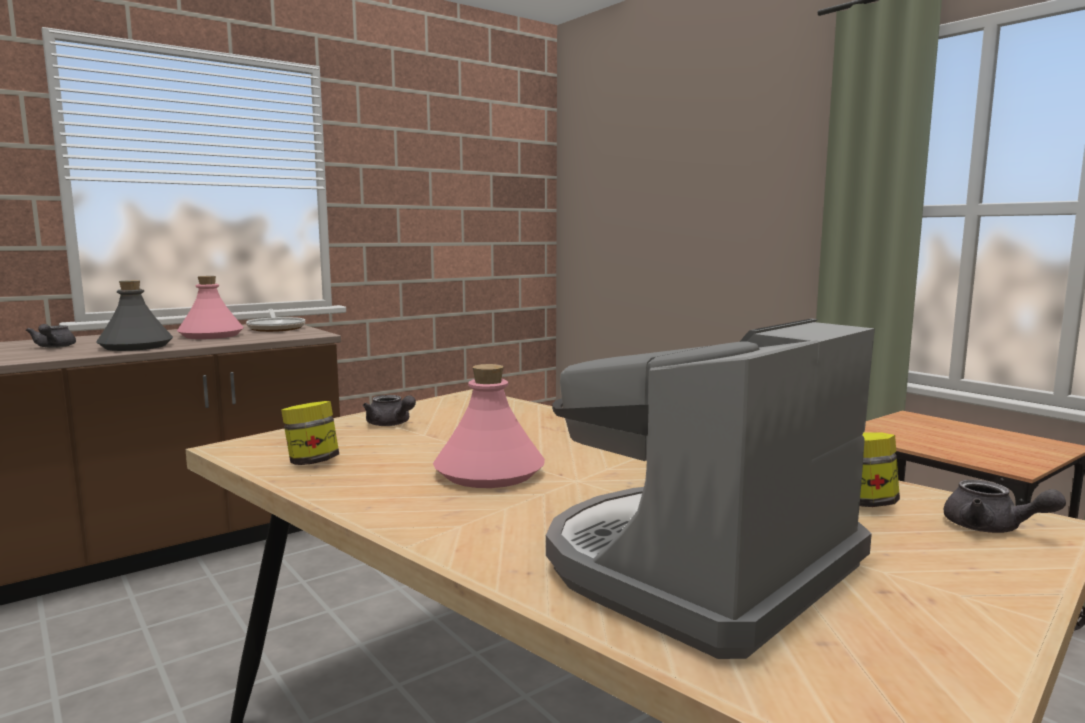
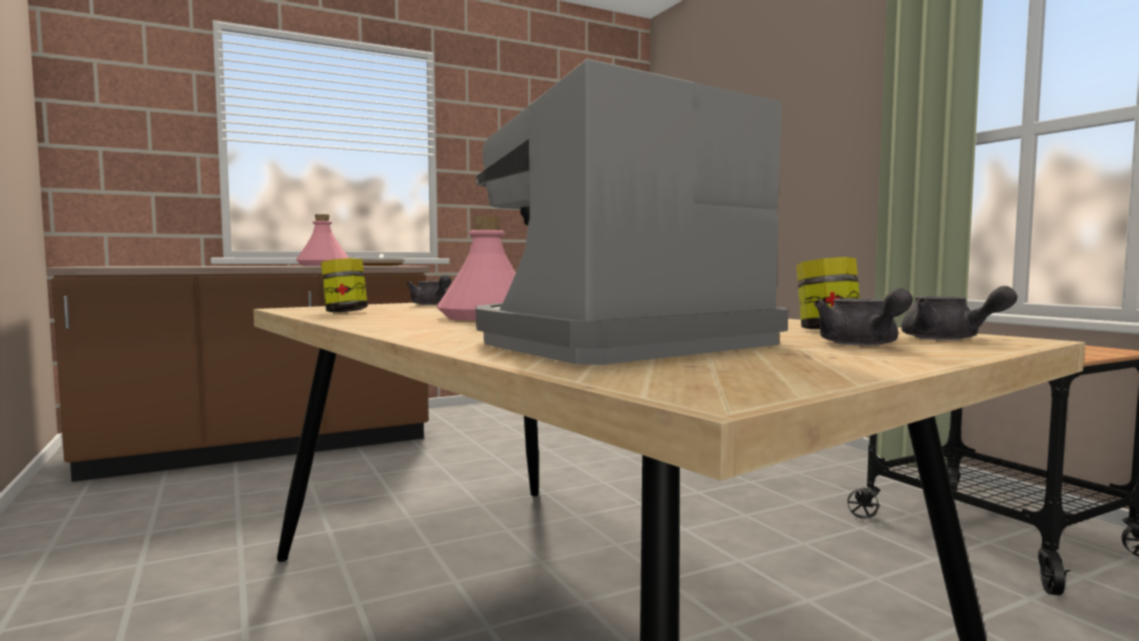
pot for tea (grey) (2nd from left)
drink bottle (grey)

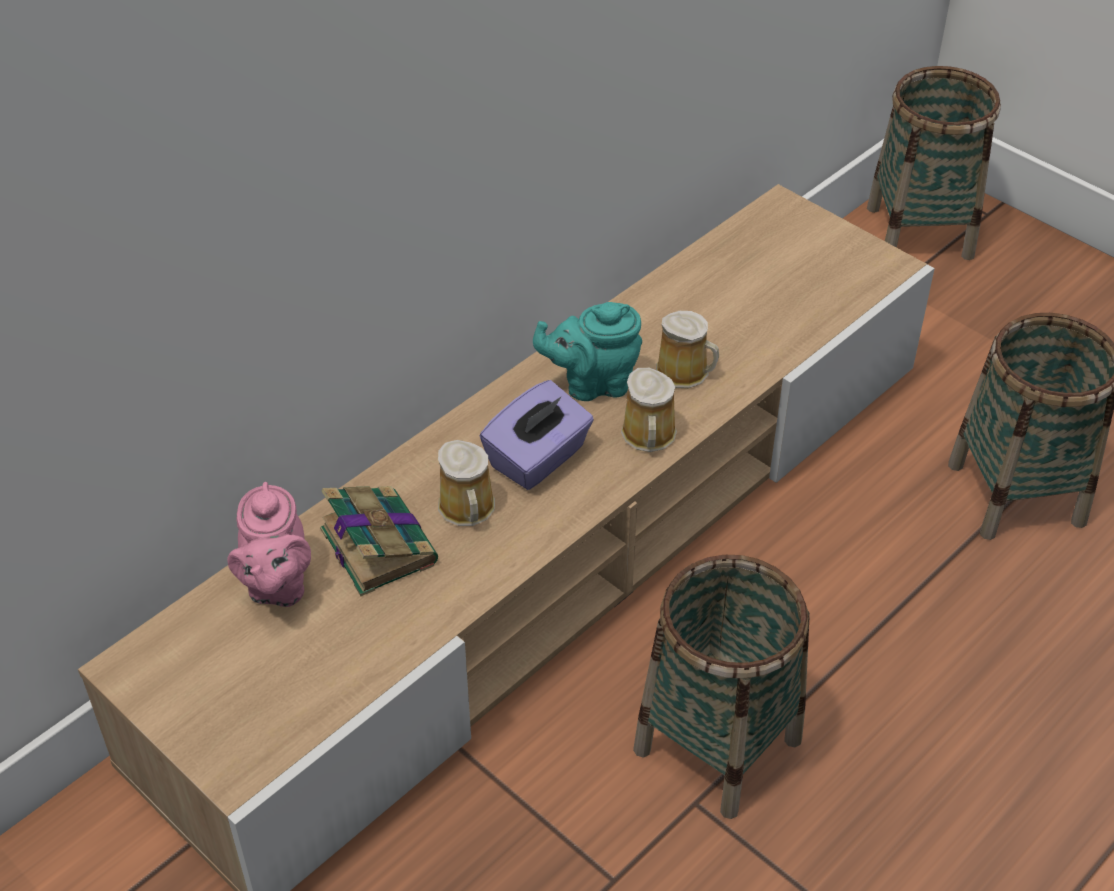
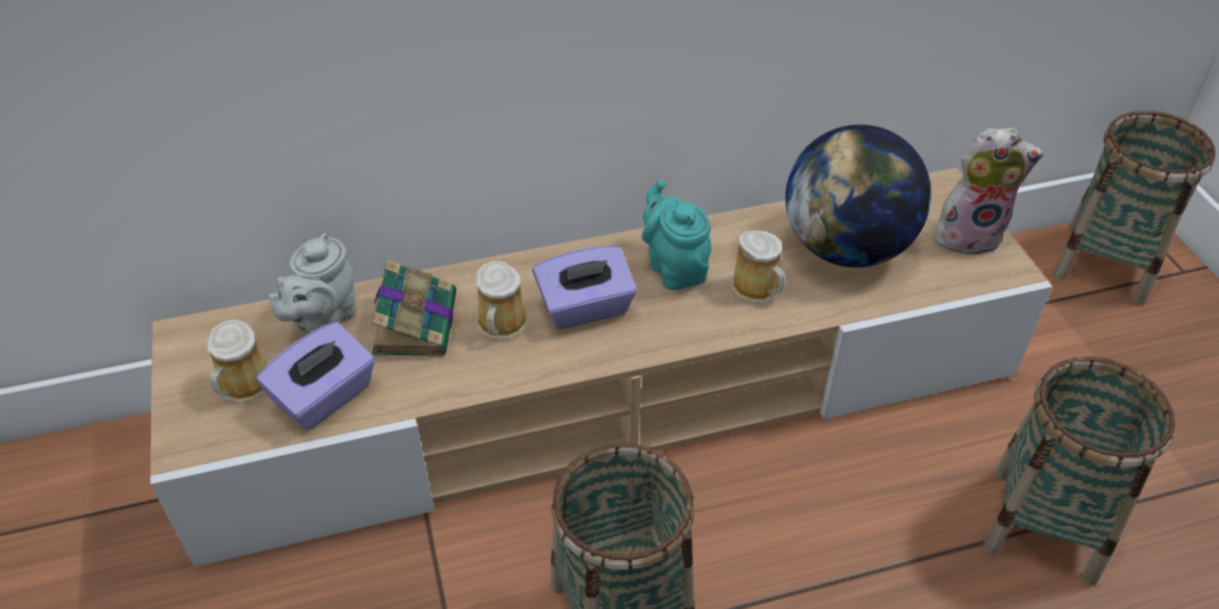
pot for tea (grey)
pot for tea (blue-green)
tea mug (1st from left)
tissue box (purple) (1st from left)
desk globe
cuddly toy

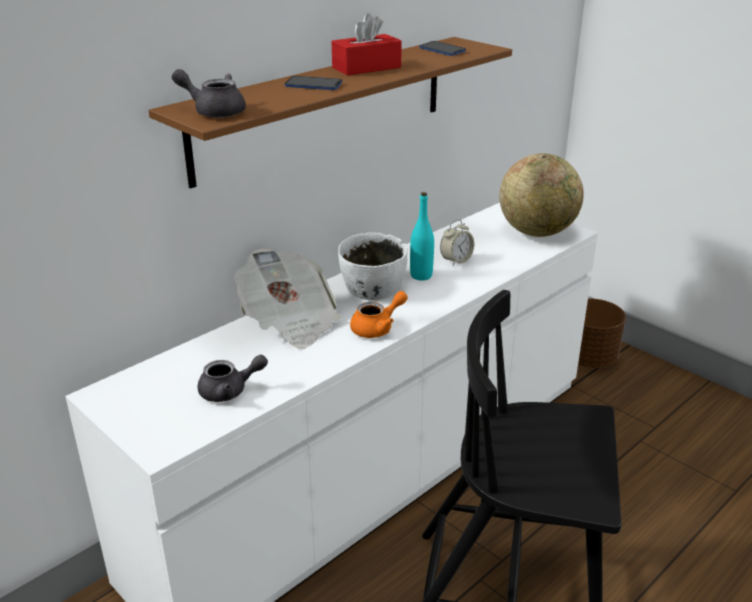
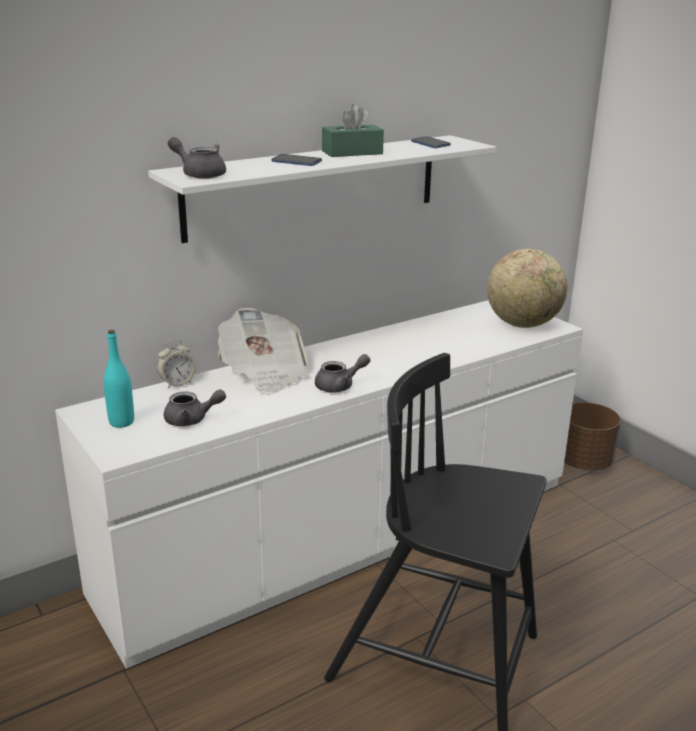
wall shelf (white)
tissue box (green-coloured)
serving bowl (white)
pot for tea (grey) (3rd from left)
drink bottle (blue-green)
table clock

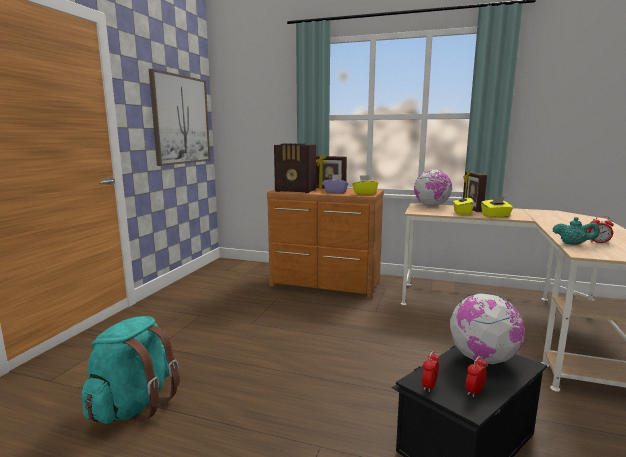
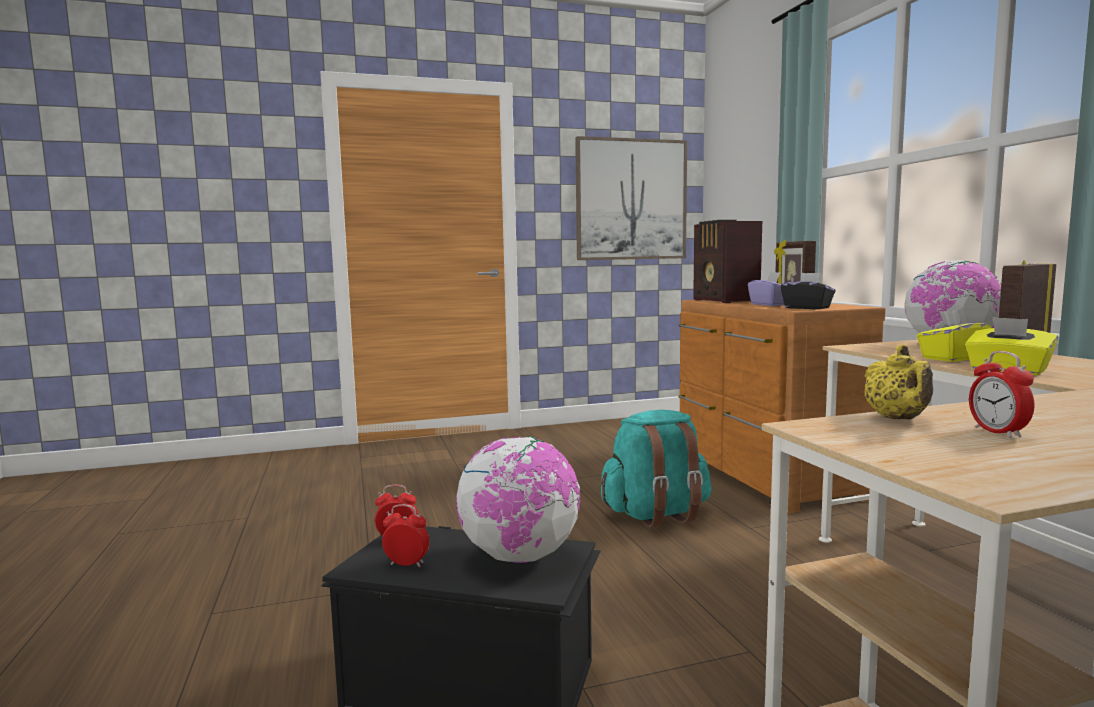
knapsack (blue-green)
tissue box (blackish)
pot for tea (yellow)

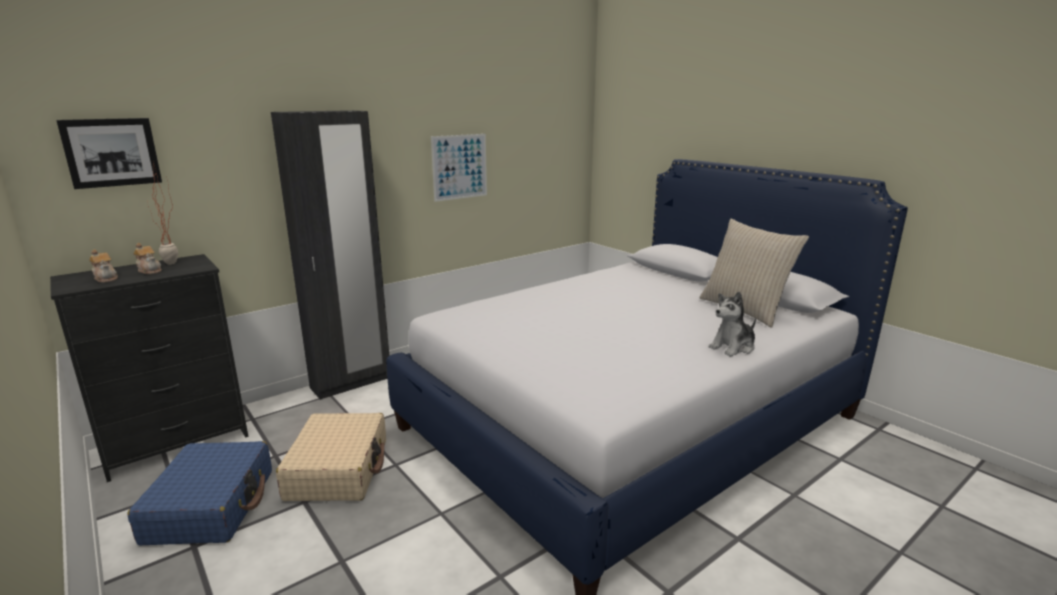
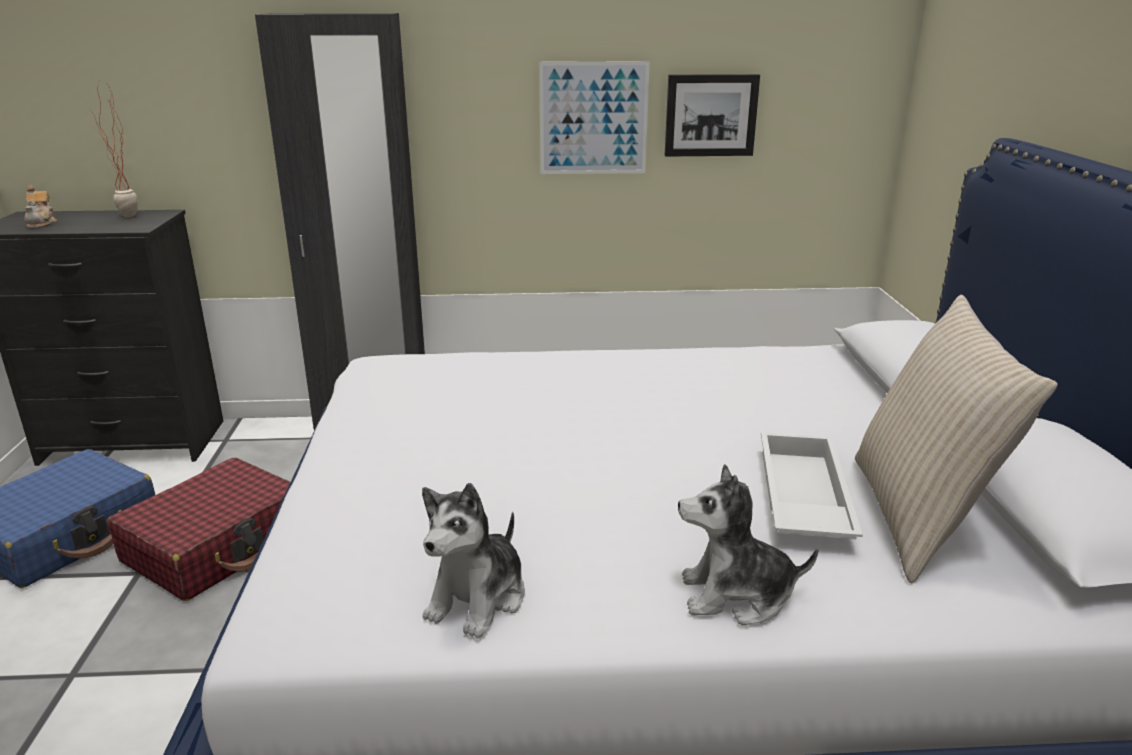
wall art (2nd from left)
pot for tea (2nd from left in the first image)
suitcase (red)
cuddly toy (1st from left)
tray (white)

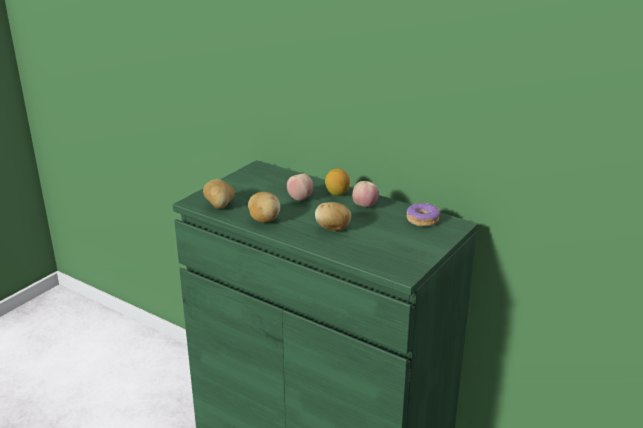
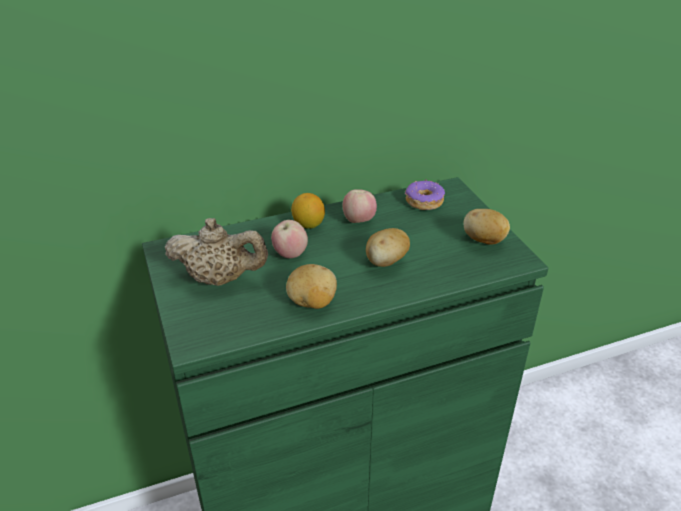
spud (3rd from left)
pot for tea (beige)

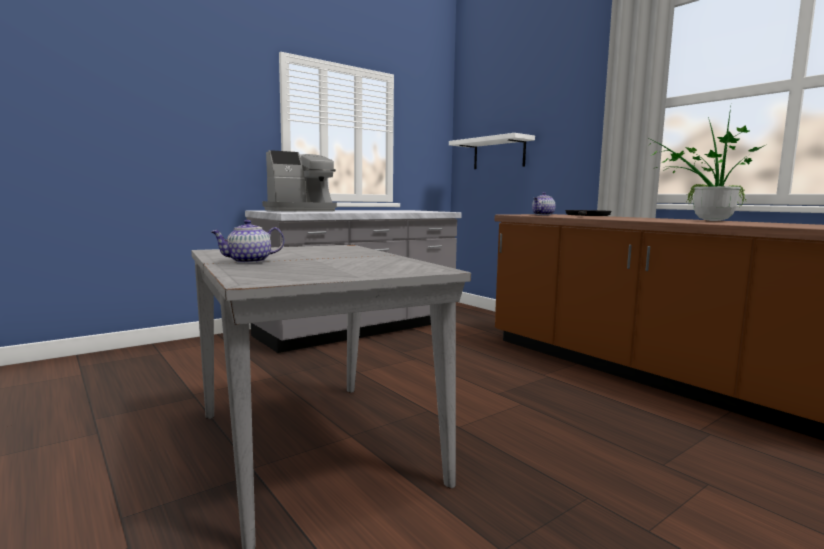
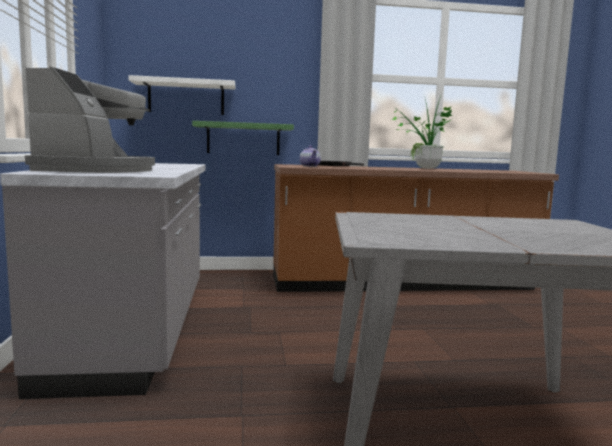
pot for tea (1st from left in the first image)
wall shelf (green-coloured)

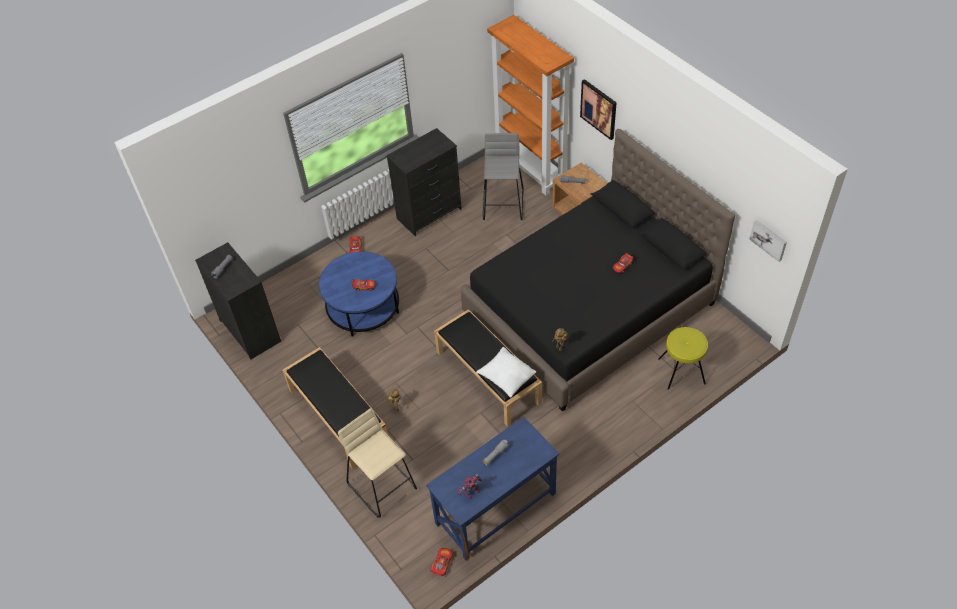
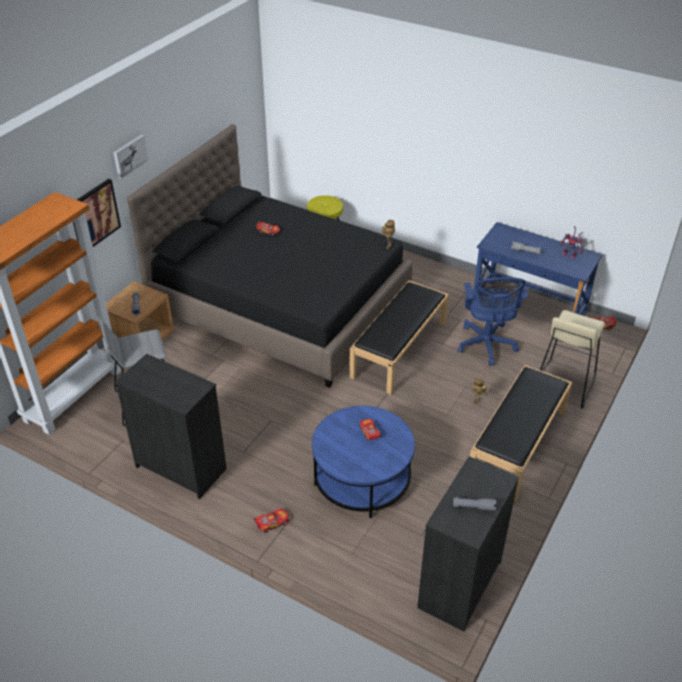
throw pillow (white)
wall art (2nd from left)
office chair (blue-coloured)

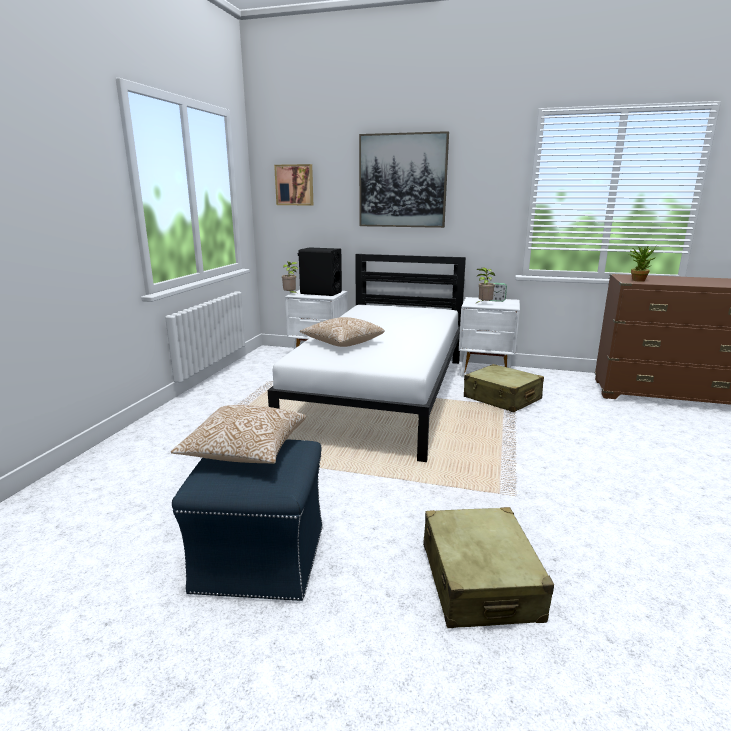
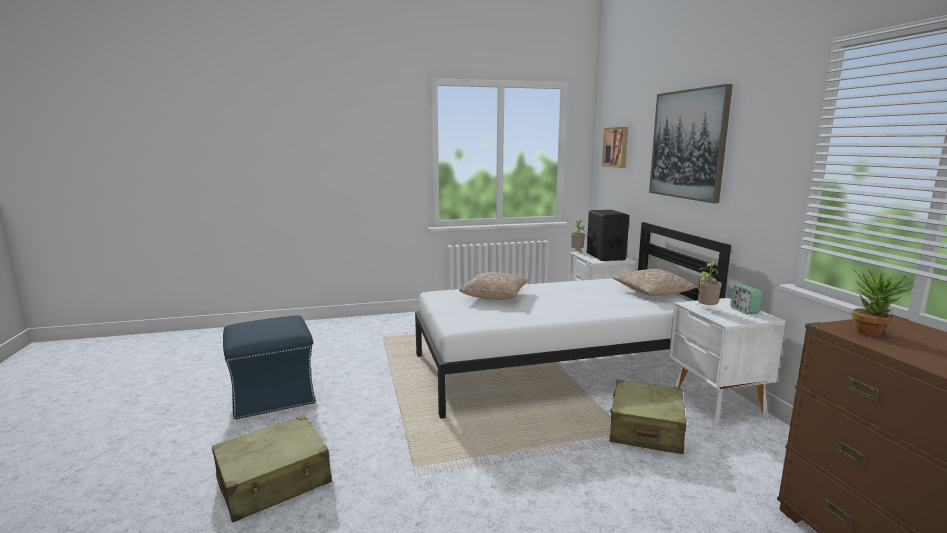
throw pillow (2nd from left)

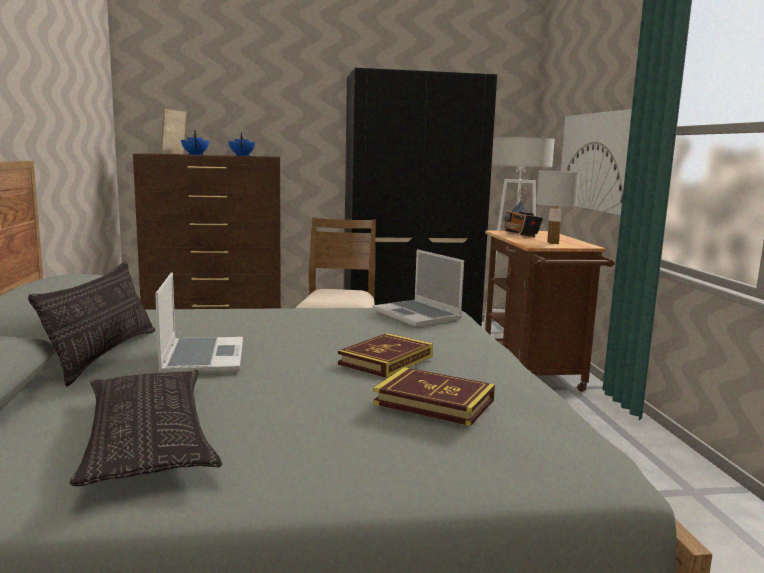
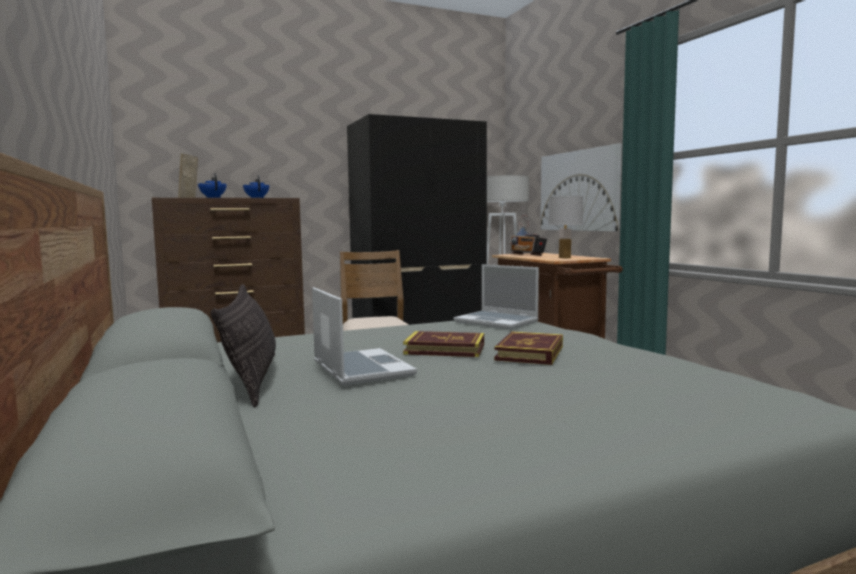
throw pillow (2nd from left in the first image)
book (1st from left)

